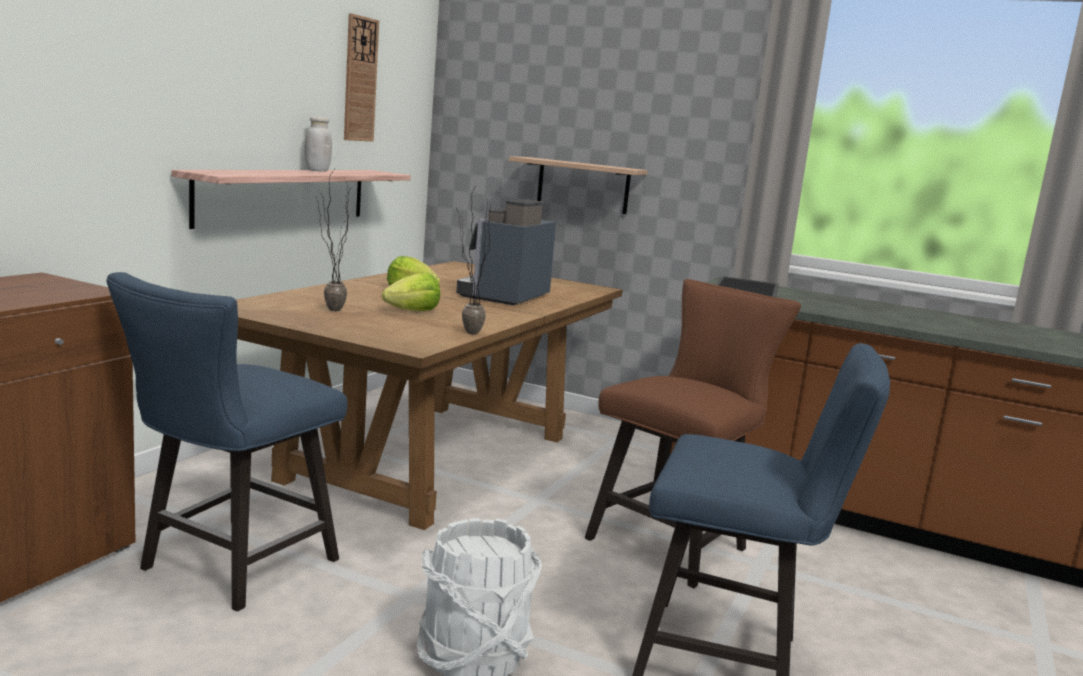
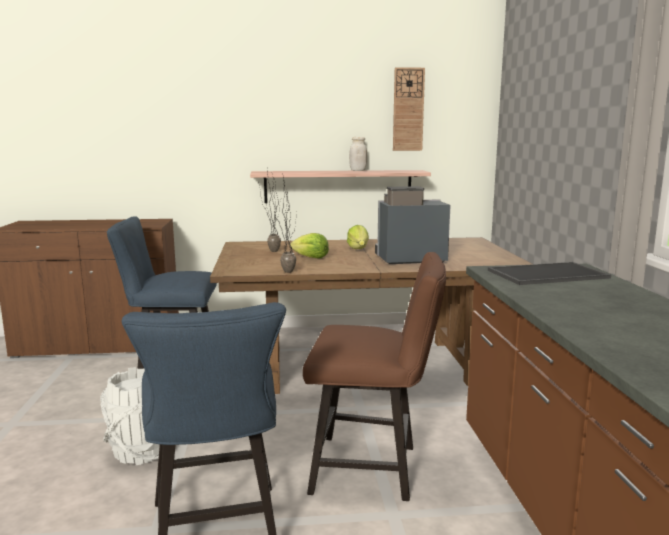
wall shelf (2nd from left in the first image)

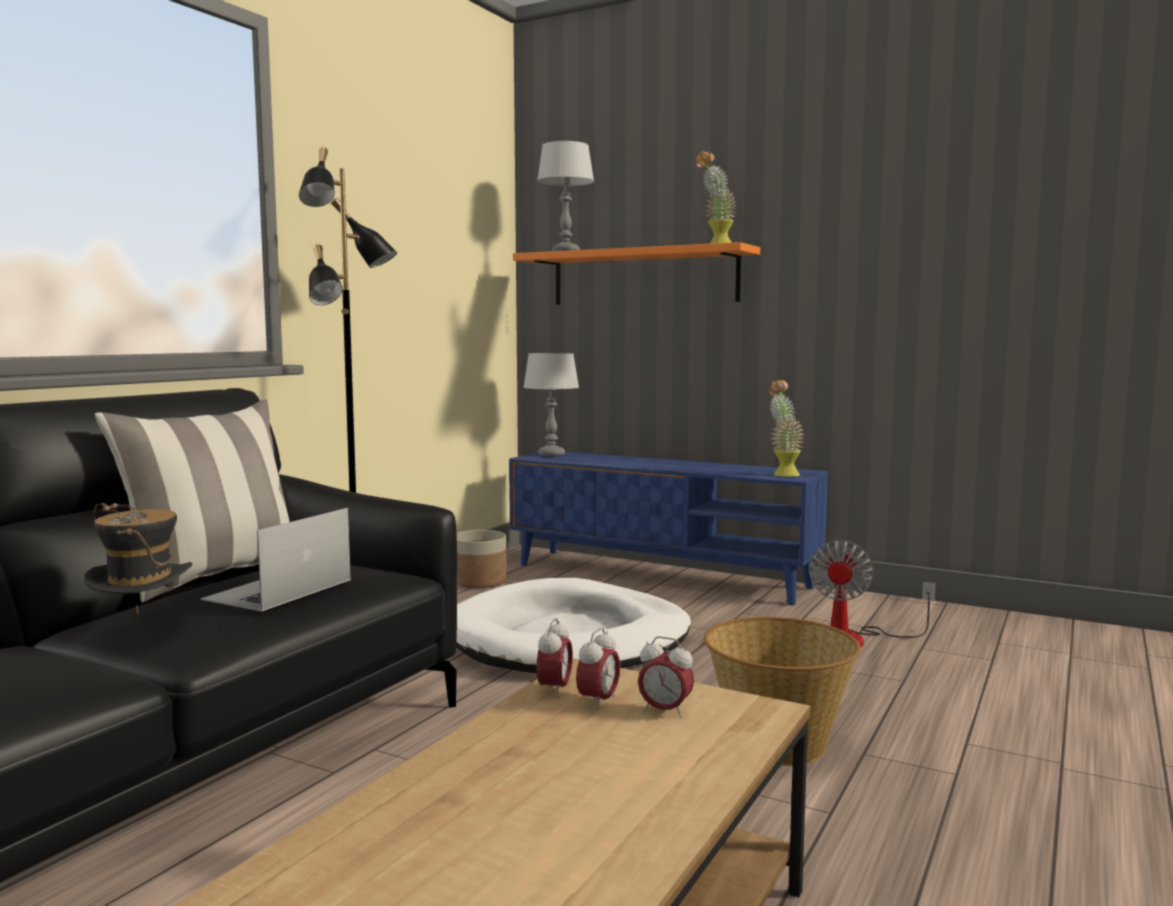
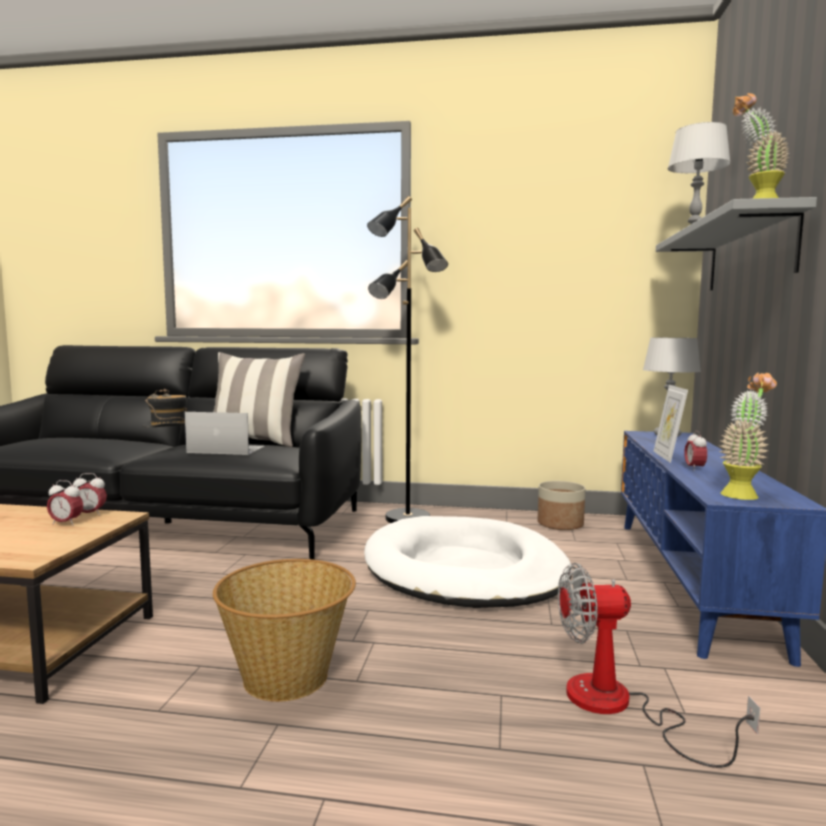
wall shelf (grey)
table clock (3rd from left)
standing frame

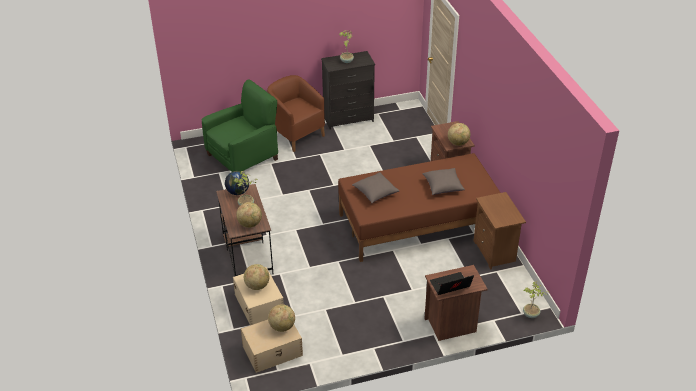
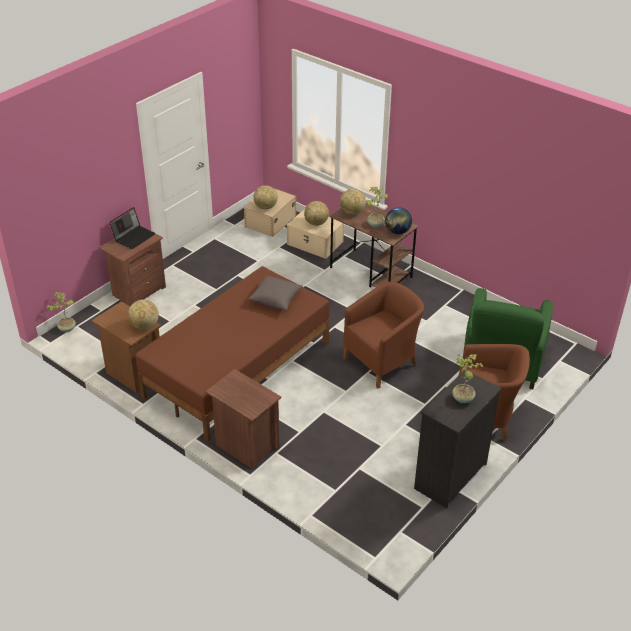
throw pillow (grey) (2nd from left in the first image)
desk globe (1st from left)
lounge chair (brownish) (1st from left)

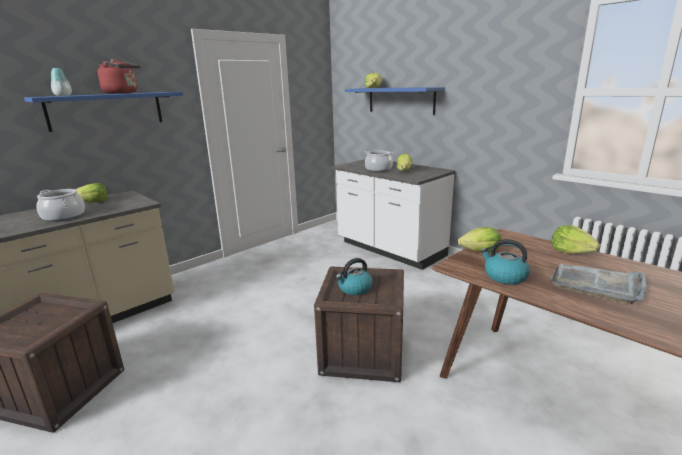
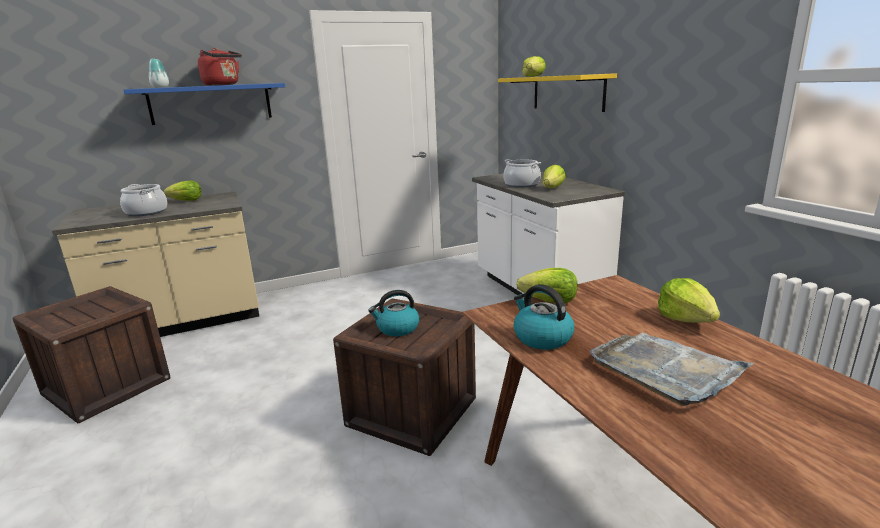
wall shelf (yellow)

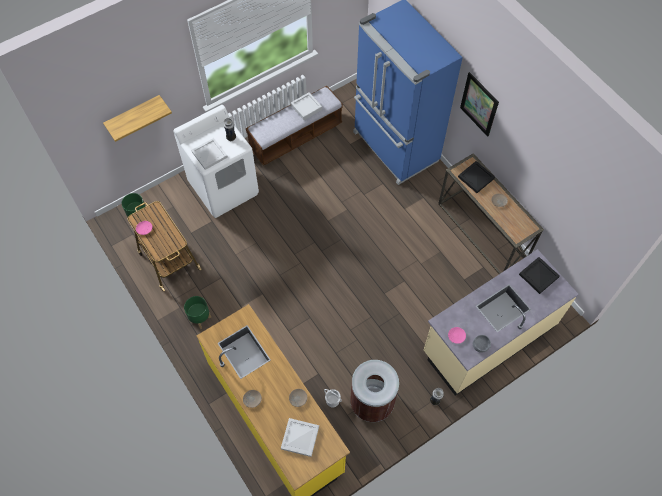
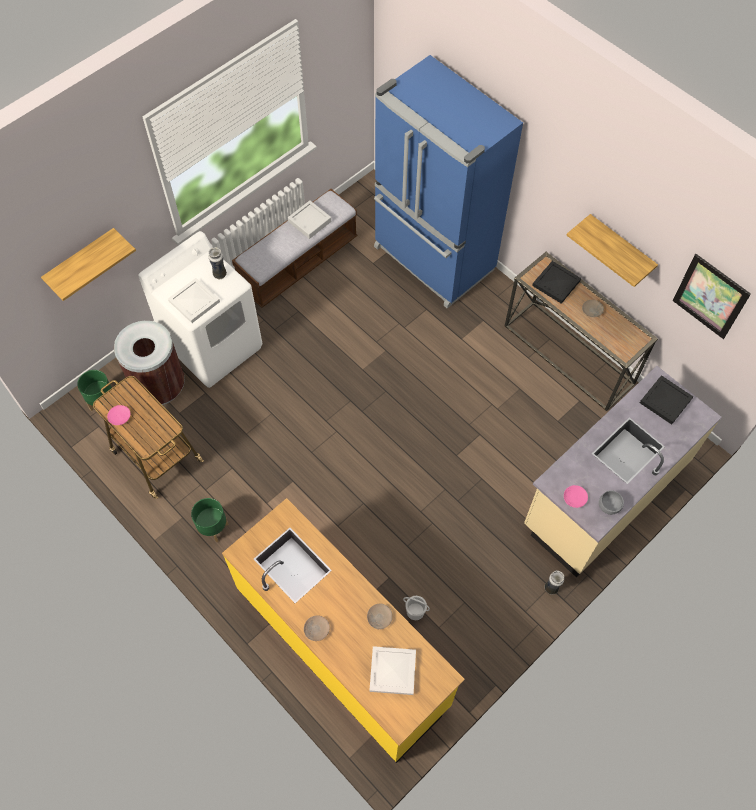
rubbish bin (brownish)
wall art
wall shelf (2nd from left)

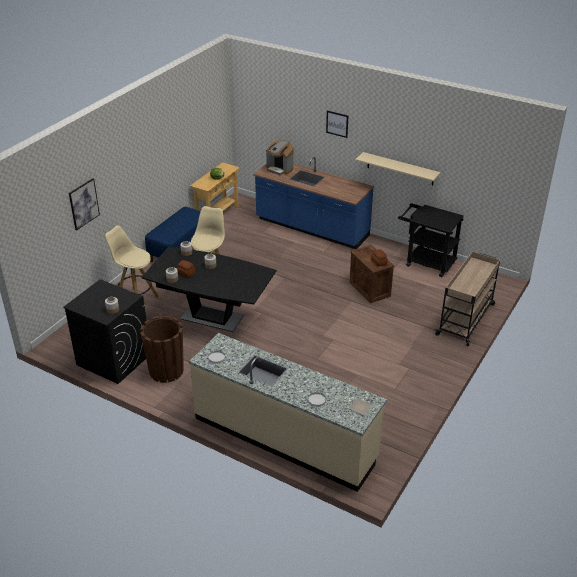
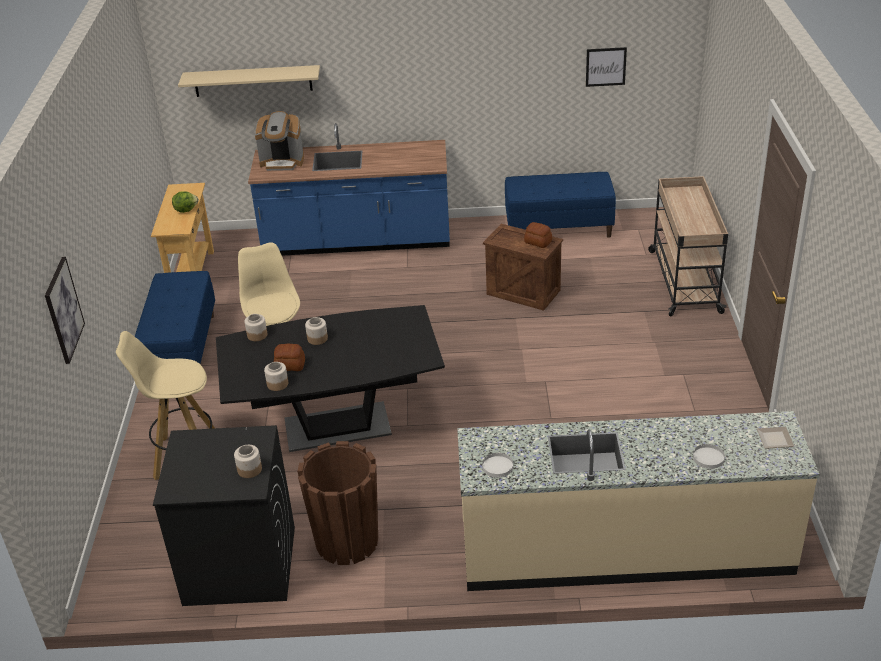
wall art (2nd from left)
wall shelf (beige)
bench (blue-coloured) (2nd from left)

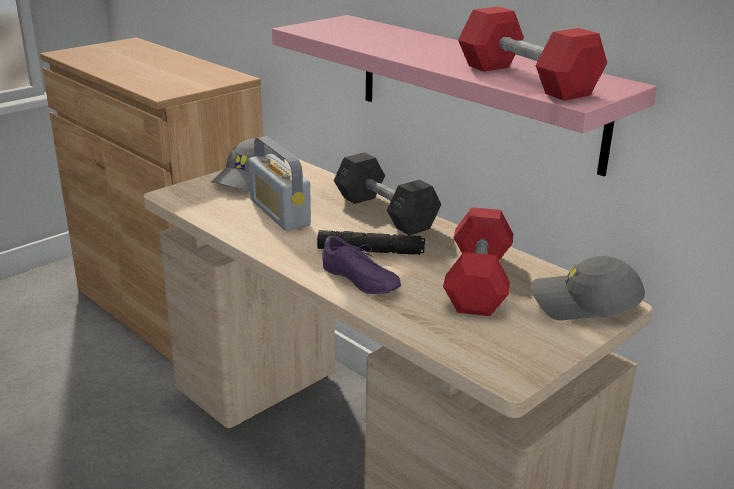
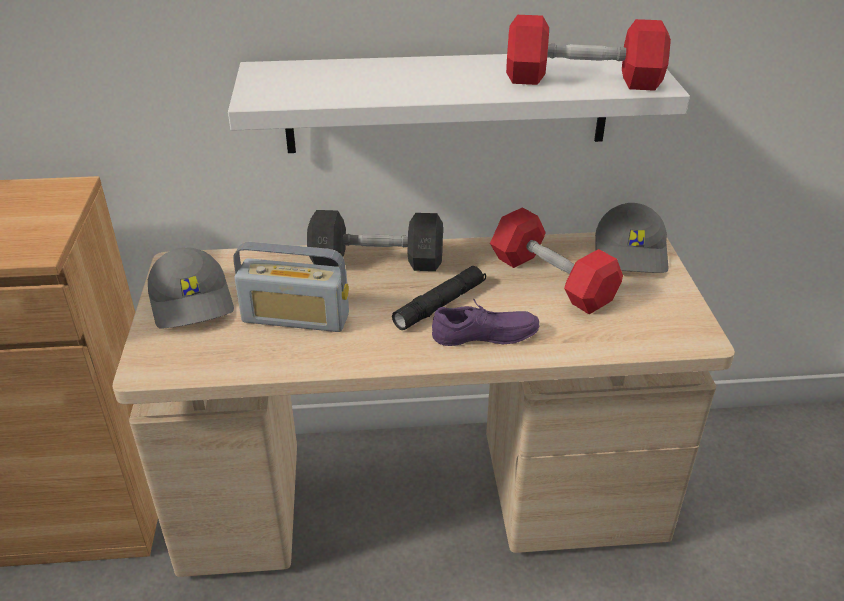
wall shelf (white)
baseball cap (grey) (2nd from left)

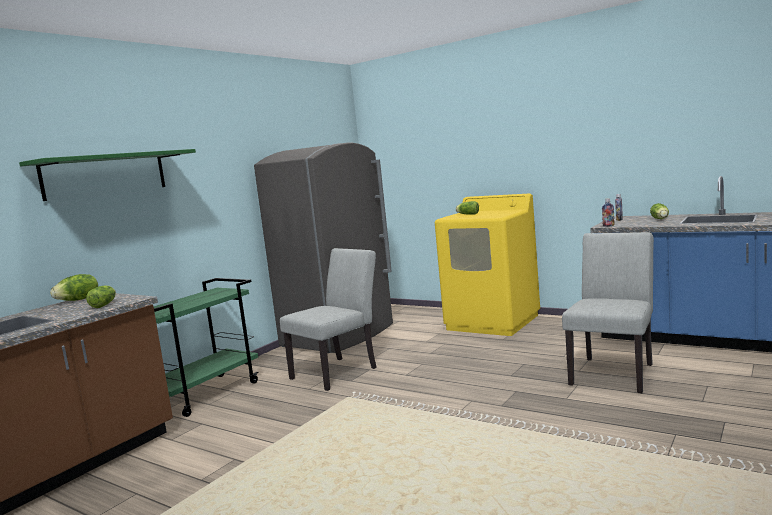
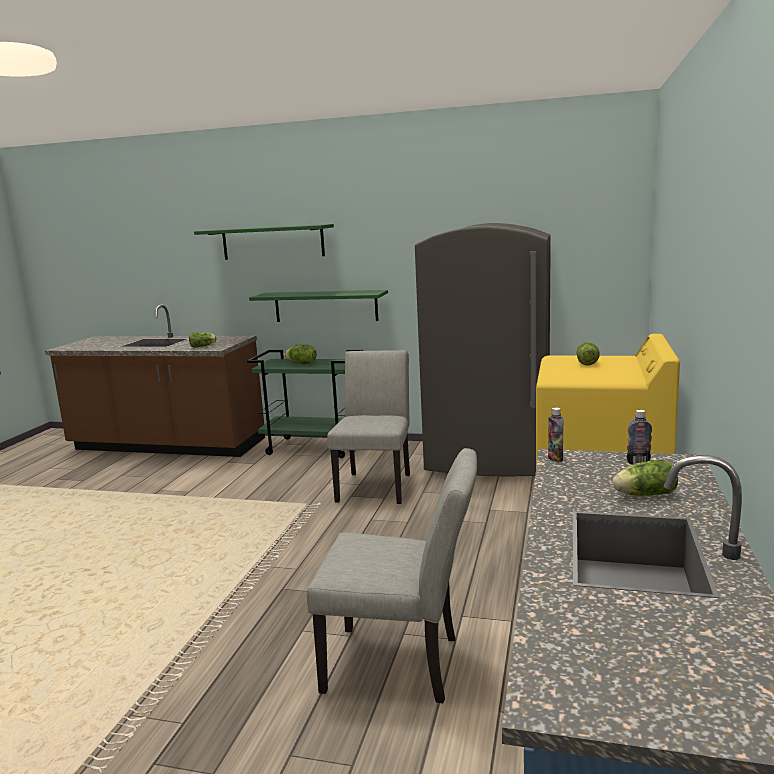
lettuce (2nd from left)
chair (grey) (1st from left)
wall shelf (green-coloured) (2nd from left)

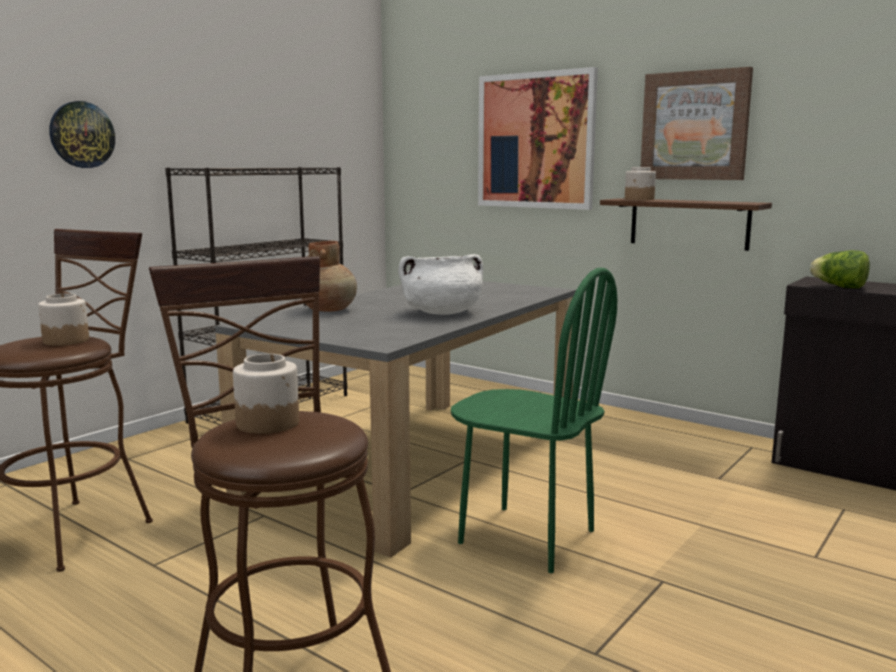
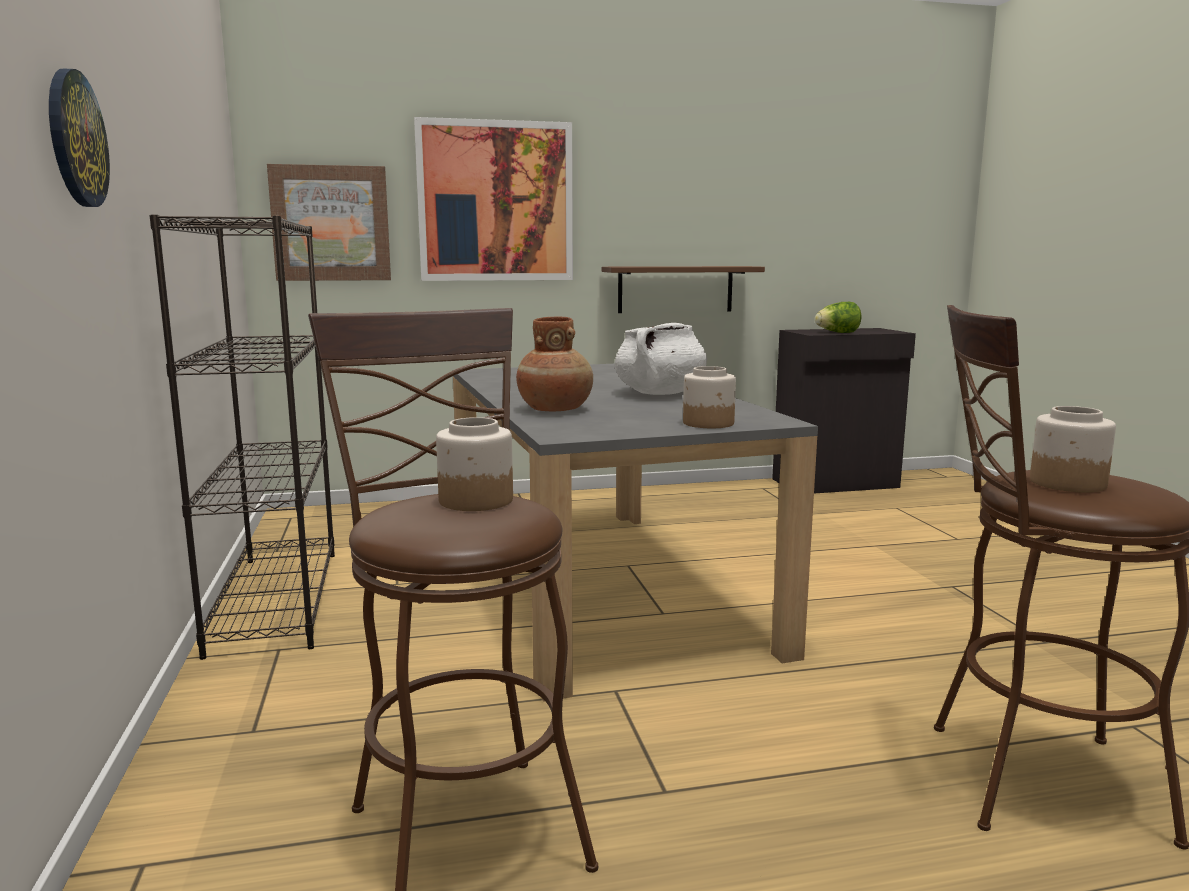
chair (green-coloured)
storage jar (2nd from left)
wall art (1st from left)

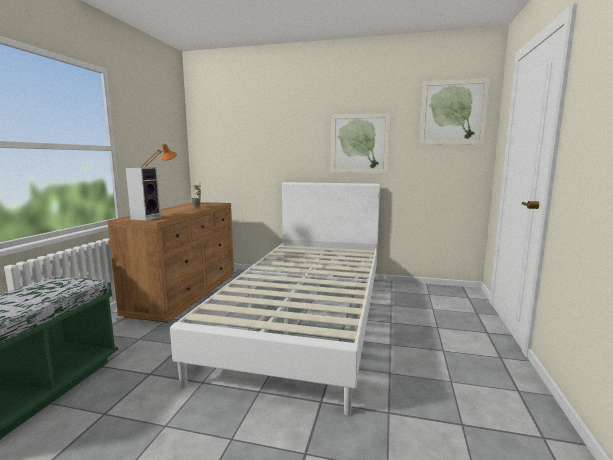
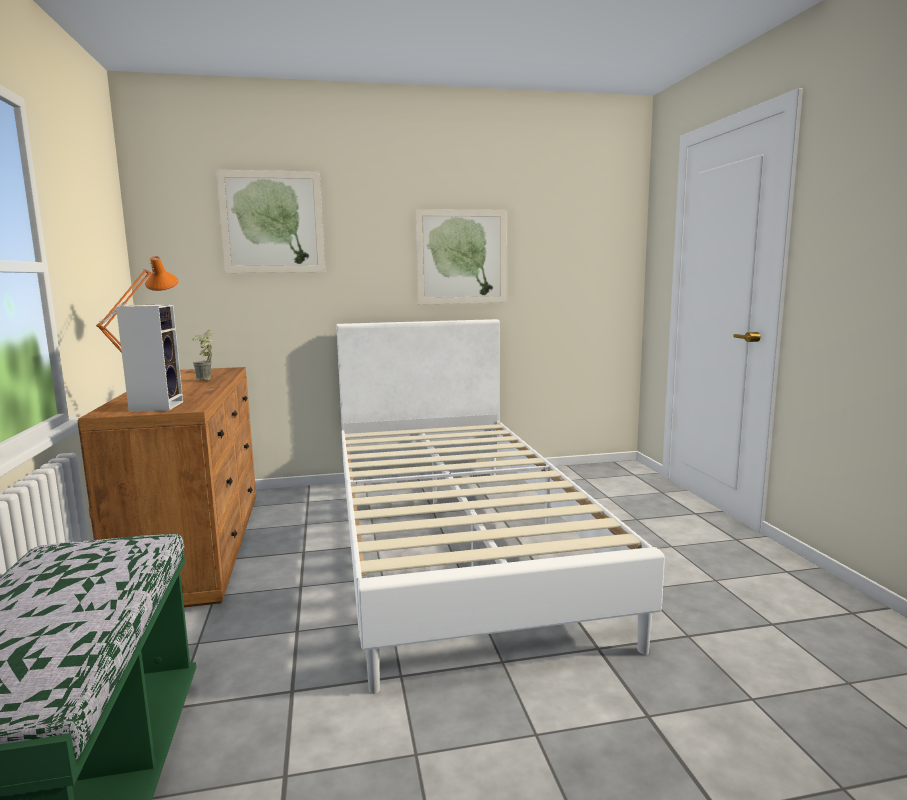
wall art (1st from left)

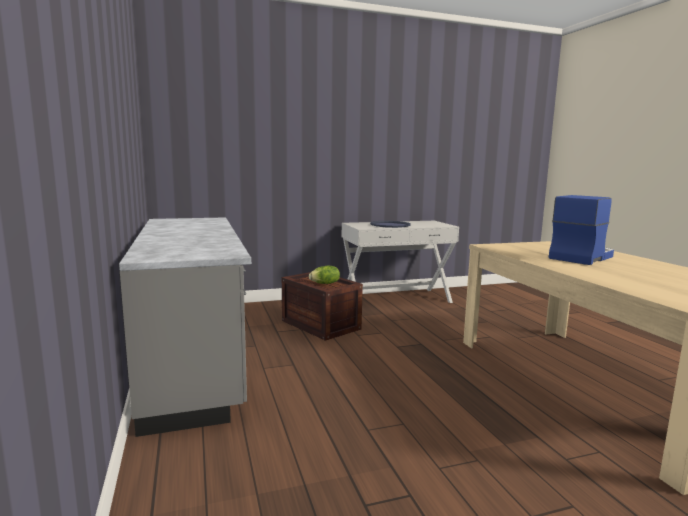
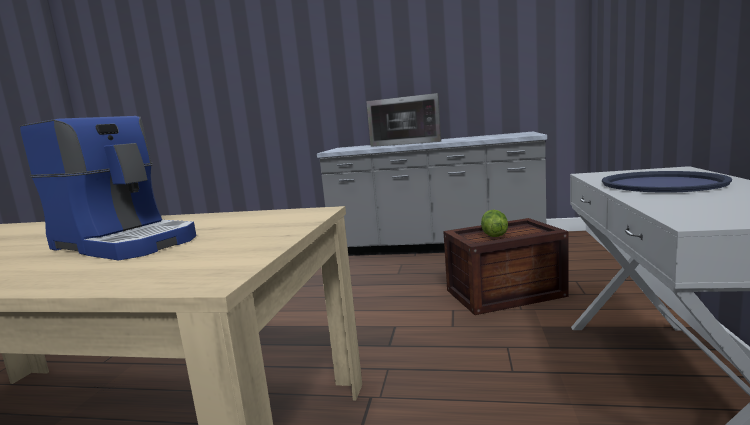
coffee maker
kitchen microwave

